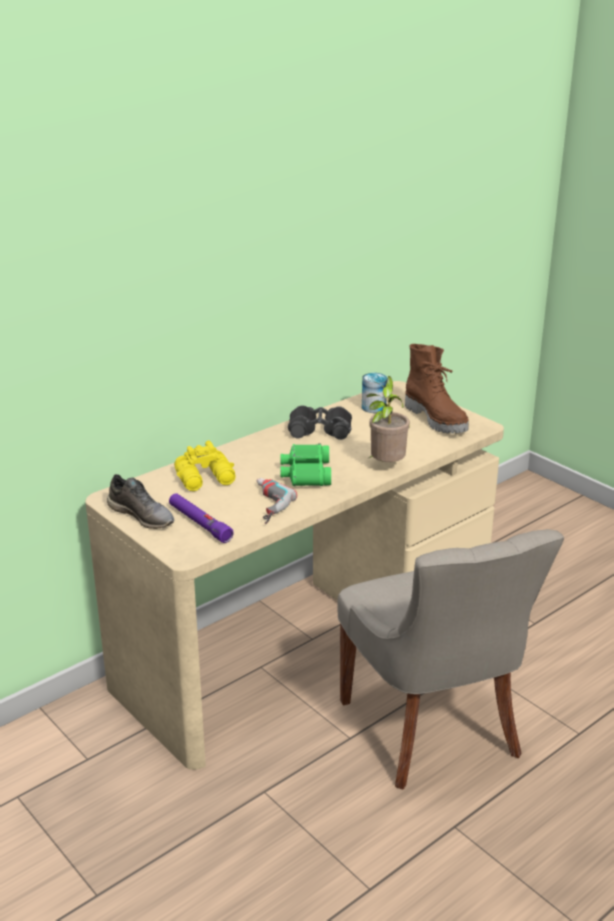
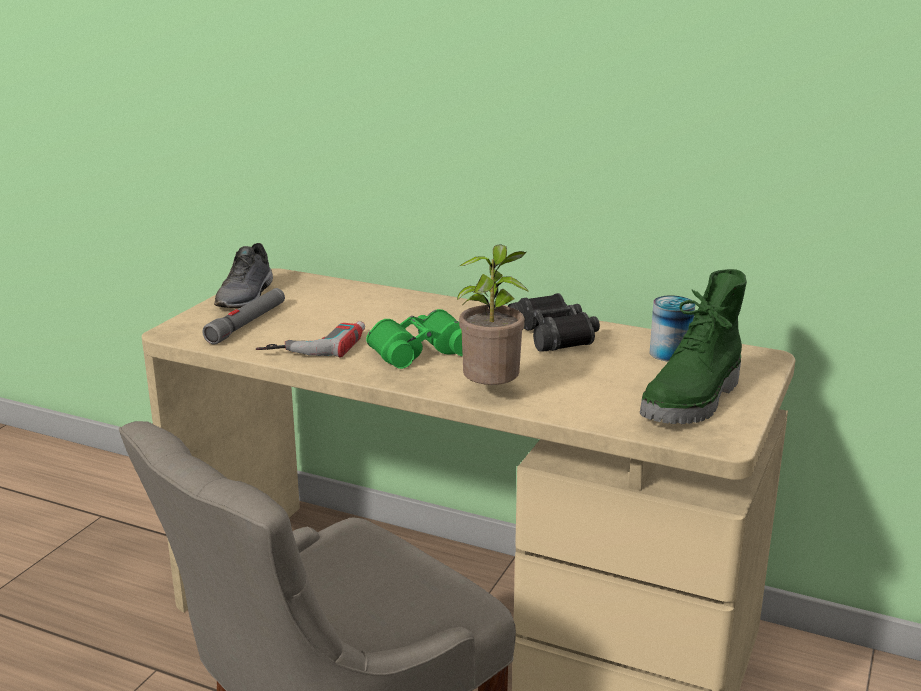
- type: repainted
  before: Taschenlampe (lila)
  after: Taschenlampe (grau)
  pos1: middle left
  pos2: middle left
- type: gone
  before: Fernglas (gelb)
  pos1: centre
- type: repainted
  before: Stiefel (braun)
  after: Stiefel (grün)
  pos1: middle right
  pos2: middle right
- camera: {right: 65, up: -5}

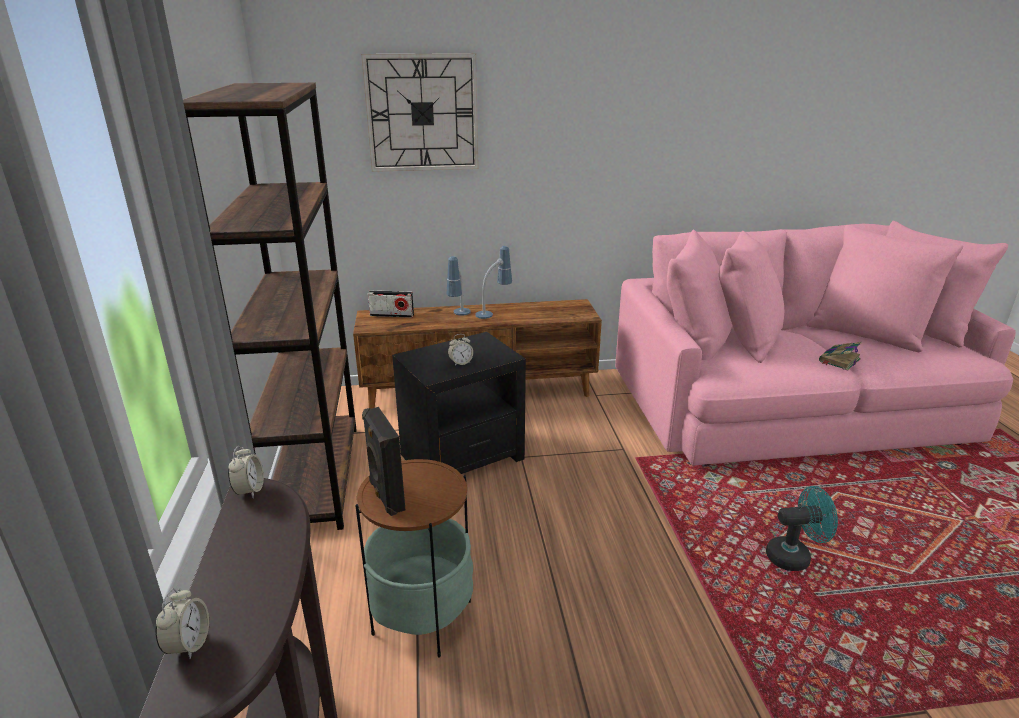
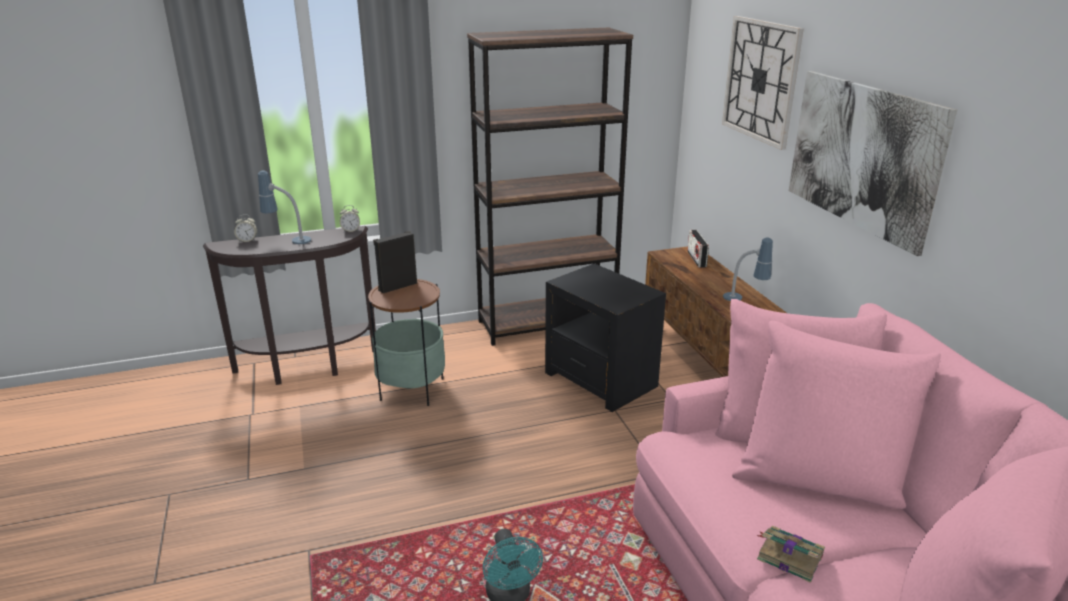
- type: shifted
  before: Tischlampe (no. 1 from left)
  pos1: centre
  pos2: middle left
- type: gone
  before: Wecker (no. 3 from left)
  pos1: centre
- type: new
  after: Bild
  pos2: top right
- camera: {right: 80, up: 0}

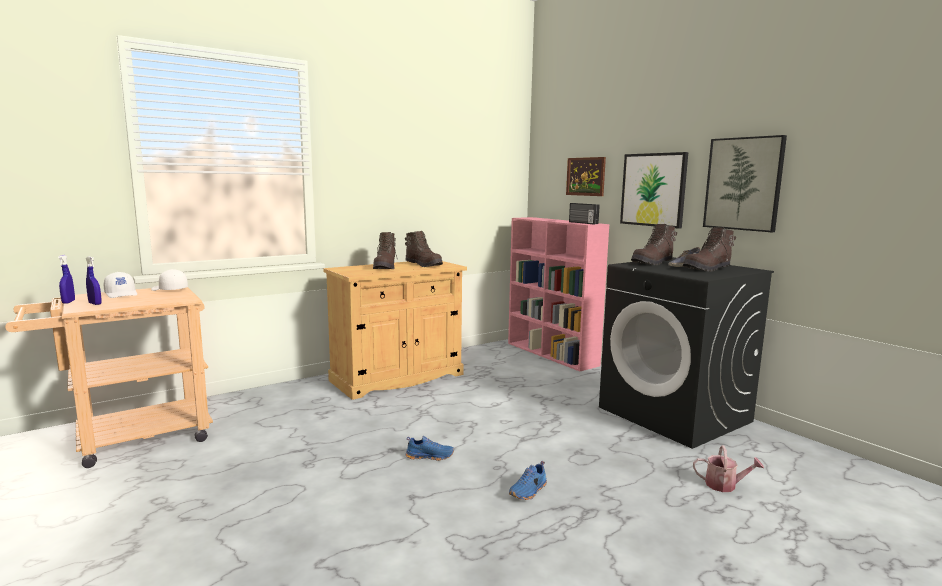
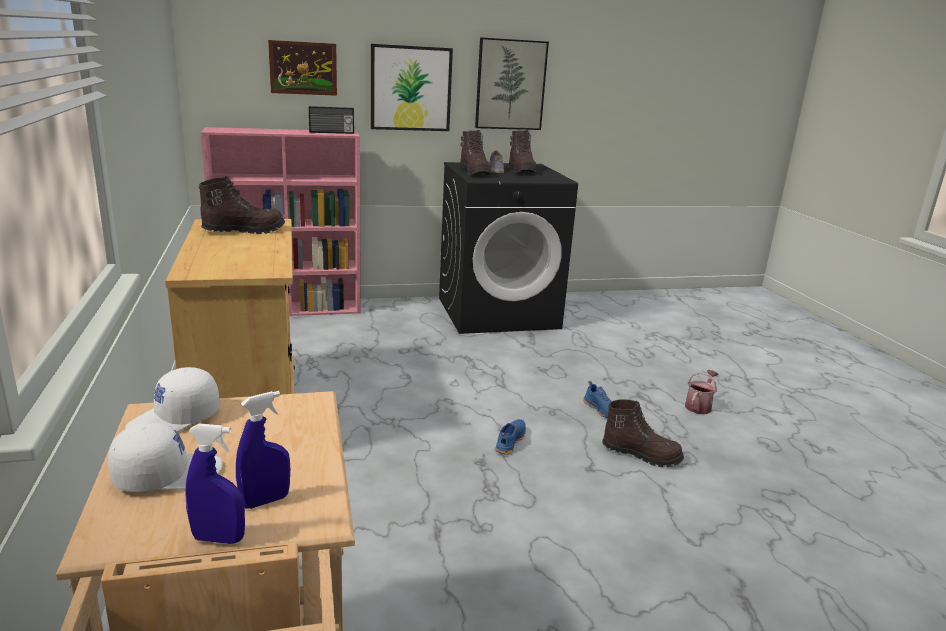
- type: shifted
  before: Stiefel (braun) (no. 1 from left in the first image)
  after: Stiefel (braun) (no. 4 from left)
  pos1: centre
  pos2: bottom right
- type: shifted
  before: Gießkanne
  pos1: bottom right
  pos2: middle right
- camera: {right: -70, up: 10}

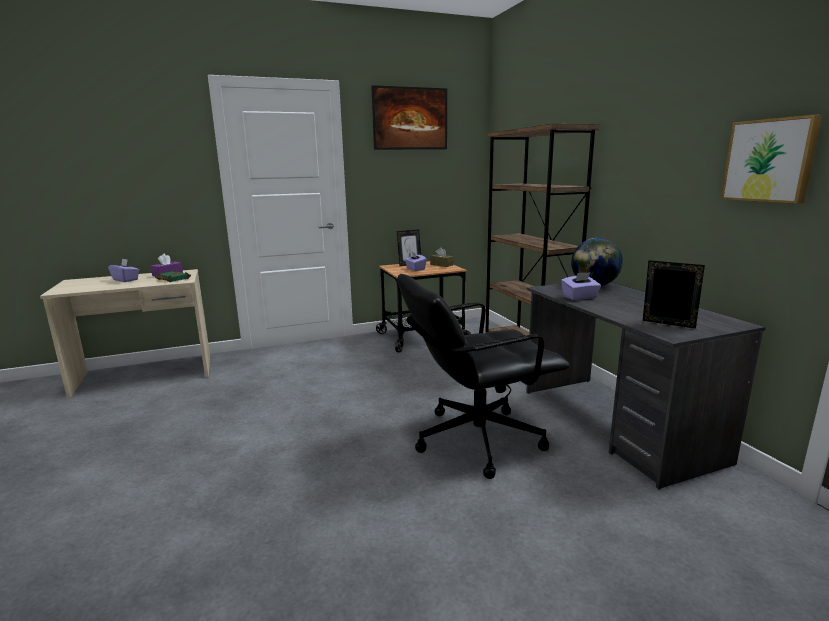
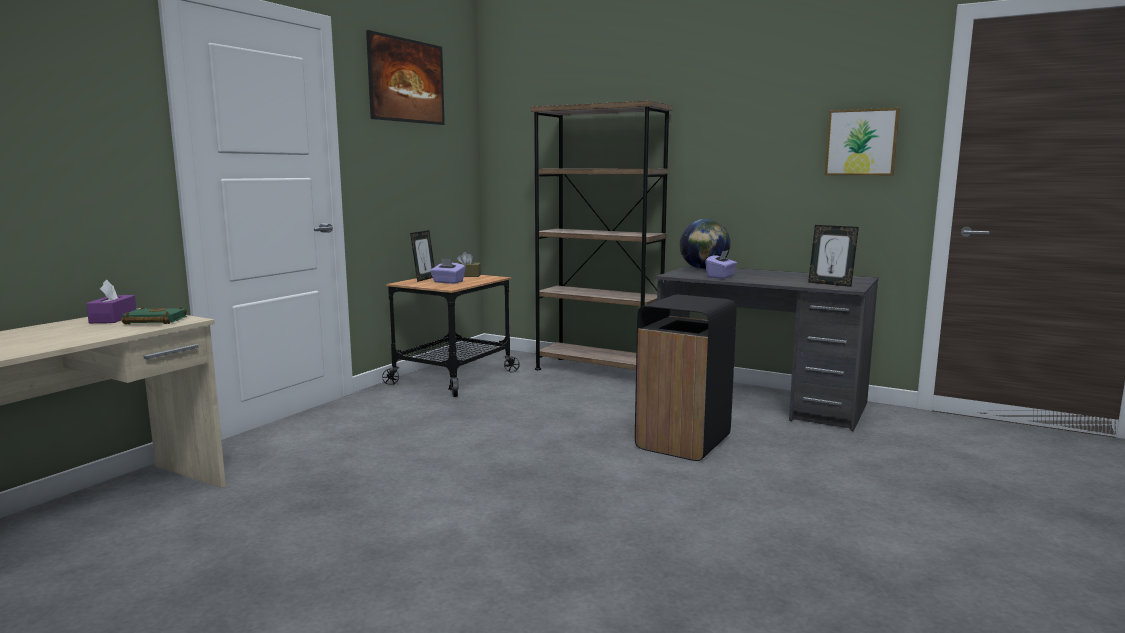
- type: gone
  before: Taschentuchbox (lila) (no. 1 from left)
  pos1: middle left
- type: swapped
  before: Bürostuhl (schwarz)
  after: Mülleimer (schwarz)
  pos1: centre
  pos2: centre
- type: rotated
  before: Bilderrahmen (no. 2 from left)
  pos1: middle right
  pos2: middle right
  turn: -135
- camera: {right: -40, up: -5}

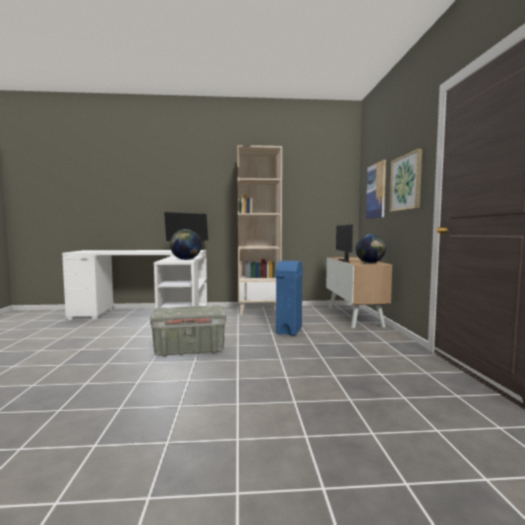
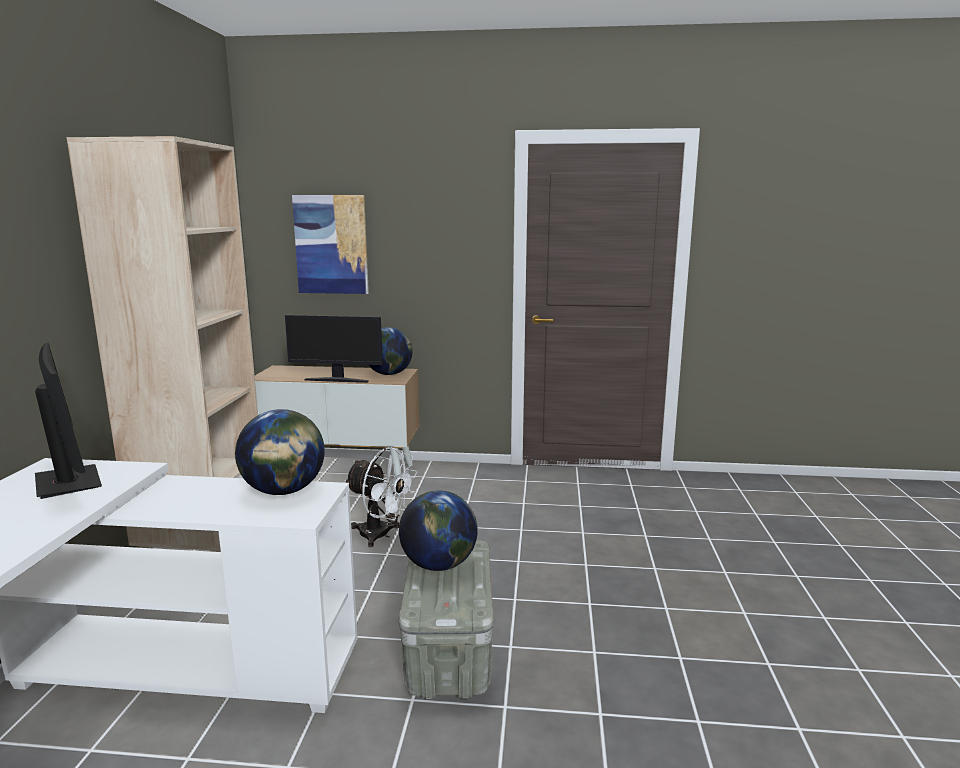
- type: swapped
  before: Mülleimer (blau)
  after: Ventilator (weiß)
  pos1: centre
  pos2: centre
- type: gone
  before: Bild (no. 2 from left)
  pos1: middle right
- type: new
  after: Globus (no. 3 from left)
  pos2: bottom centre
- camera: {right: -80, up: 10}

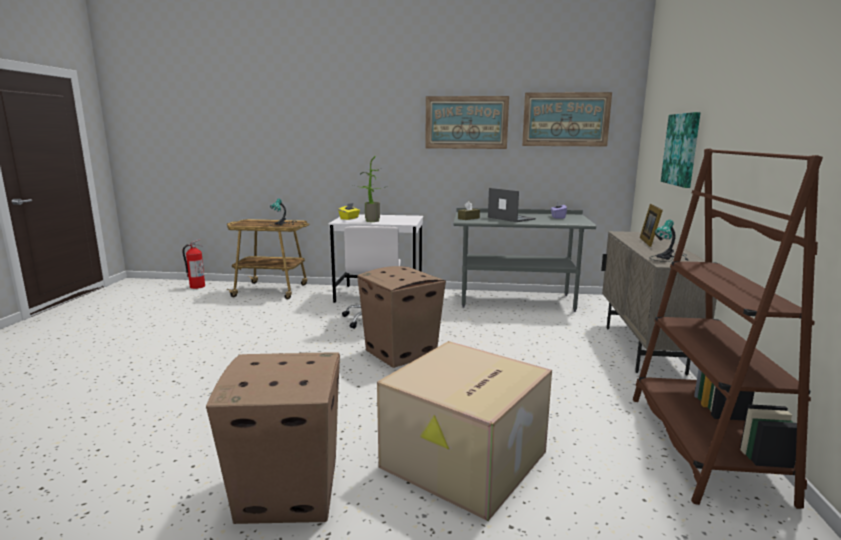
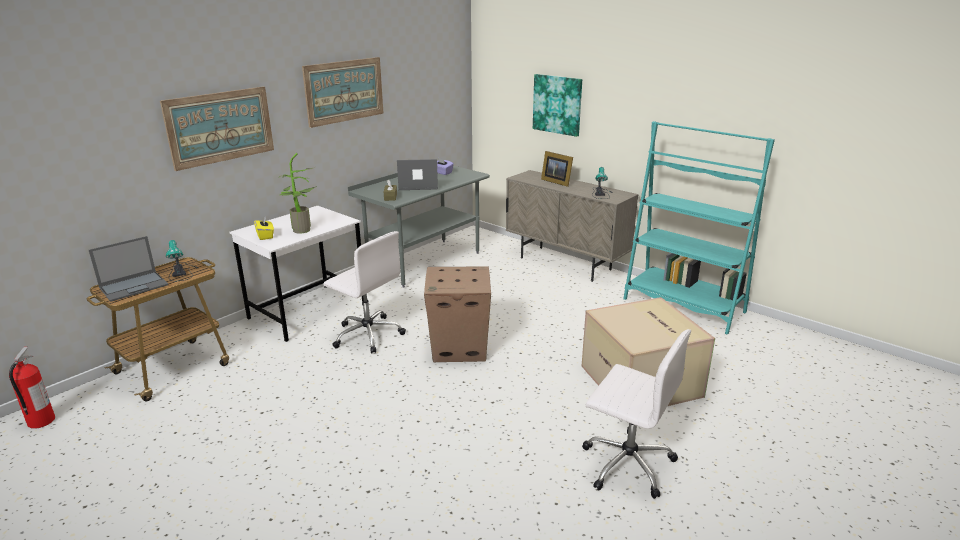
- type: swapped
  before: Karton (no. 1 from left)
  after: Bürostuhl (weiß) (no. 2 from left)
  pos1: bottom left
  pos2: bottom centre
- type: shifted
  before: Bild (no. 2 from left in the first image)
  after: Bild (no. 1 from left)
  pos1: top right
  pos2: top left
- type: repainted
  before: Bücherregal (braun)
  after: Bücherregal (türkis)
  pos1: middle right
  pos2: middle right
- type: new
  after: Laptop (no. 1 from left)
  pos2: middle left
- camera: {right: -55, up: 10}

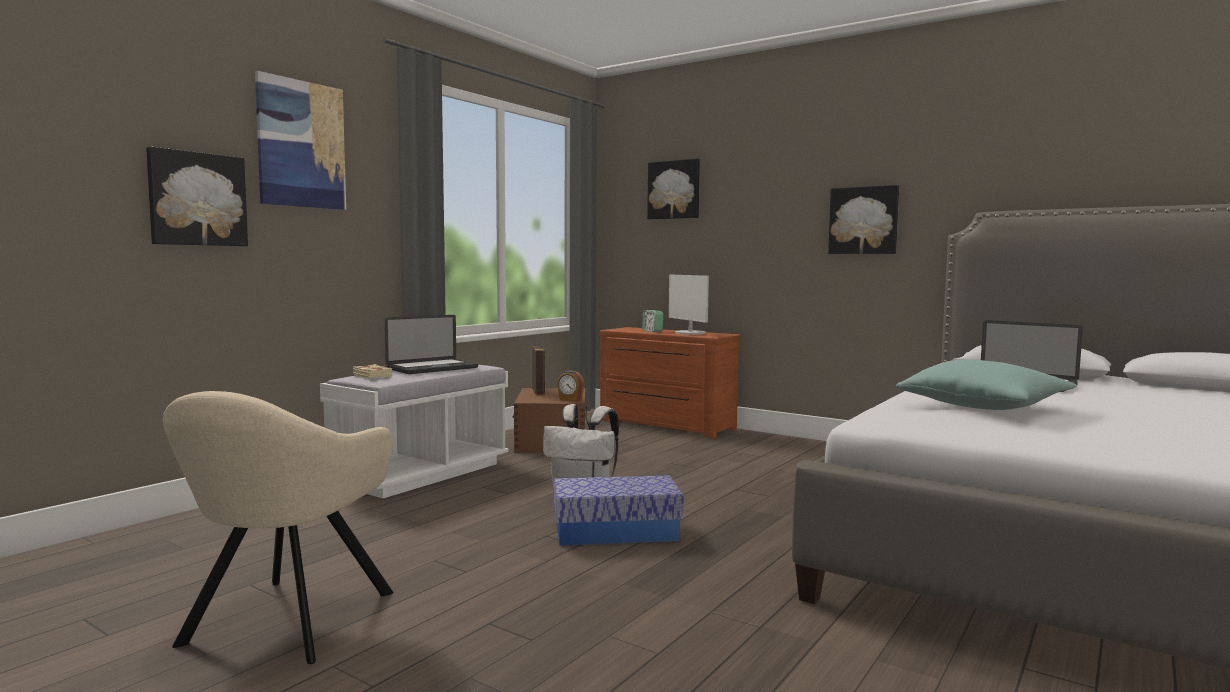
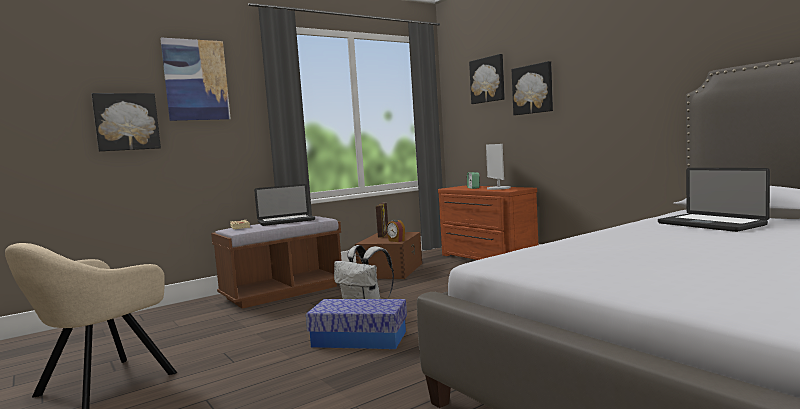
- type: repainted
  before: Bank (weiß)
  after: Bank (braun)
  pos1: centre
  pos2: centre
- type: shifted
  before: Bild (no. 4 from left)
  pos1: top right
  pos2: top centre
- type: gone
  before: Kissen (türkis)
  pos1: middle right
- camera: {right: 20, up: 0}

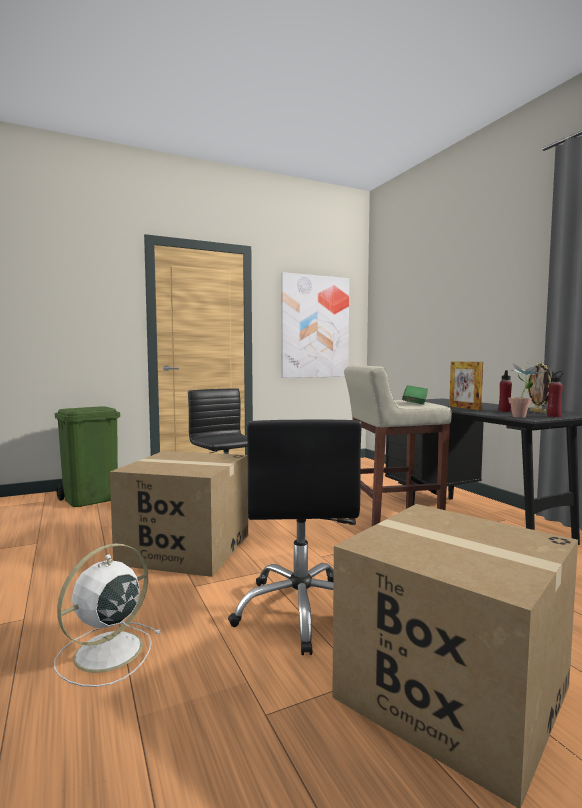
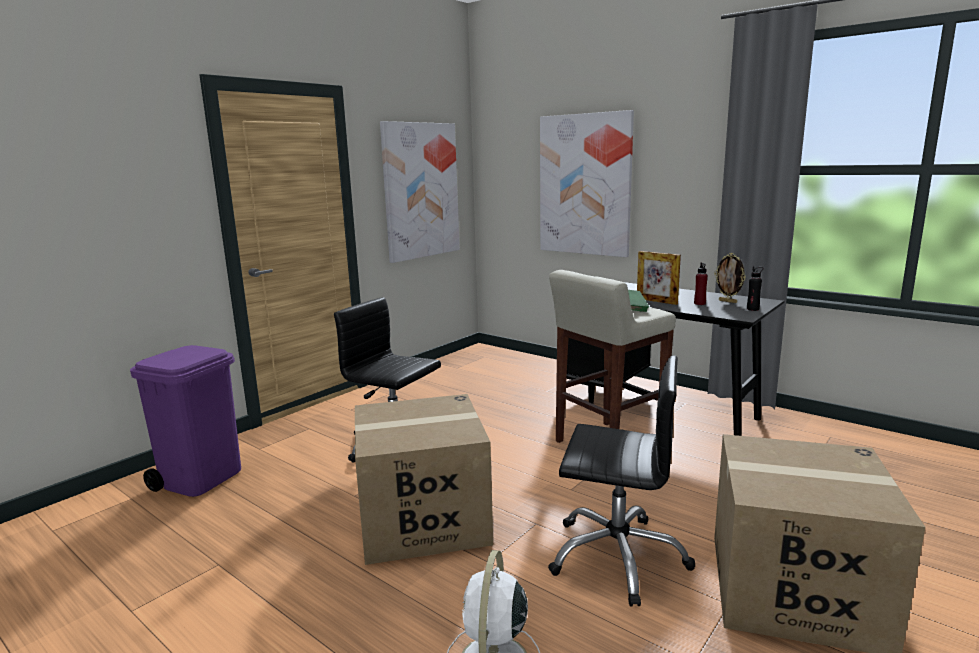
- type: repainted
  before: Mülleimer (grün)
  after: Mülleimer (lila)
  pos1: middle left
  pos2: middle left
- type: rotated
  before: Bürostuhl (schwarz) (no. 2 from left)
  pos1: centre
  pos2: bottom centre
  turn: -45
- type: gone
  before: Topfpflanze
  pos1: middle right
- type: repainted
  before: Flasche (rot) (no. 2 from left)
  after: Flasche (schwarz)
  pos1: middle right
  pos2: middle right
- type: new
  after: Bild (no. 2 from left)
  pos2: top centre
- camera: {right: -25, up: 10}

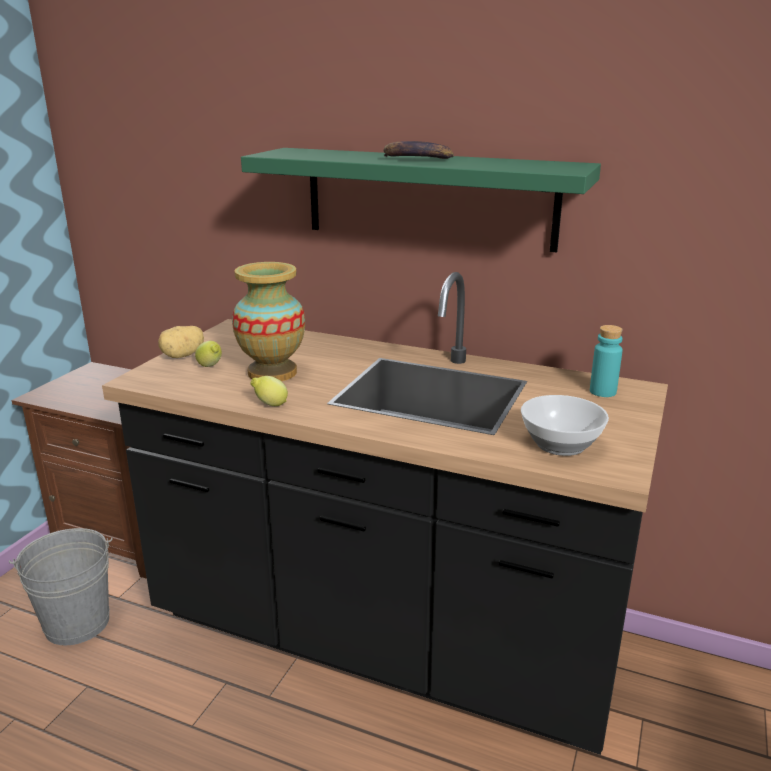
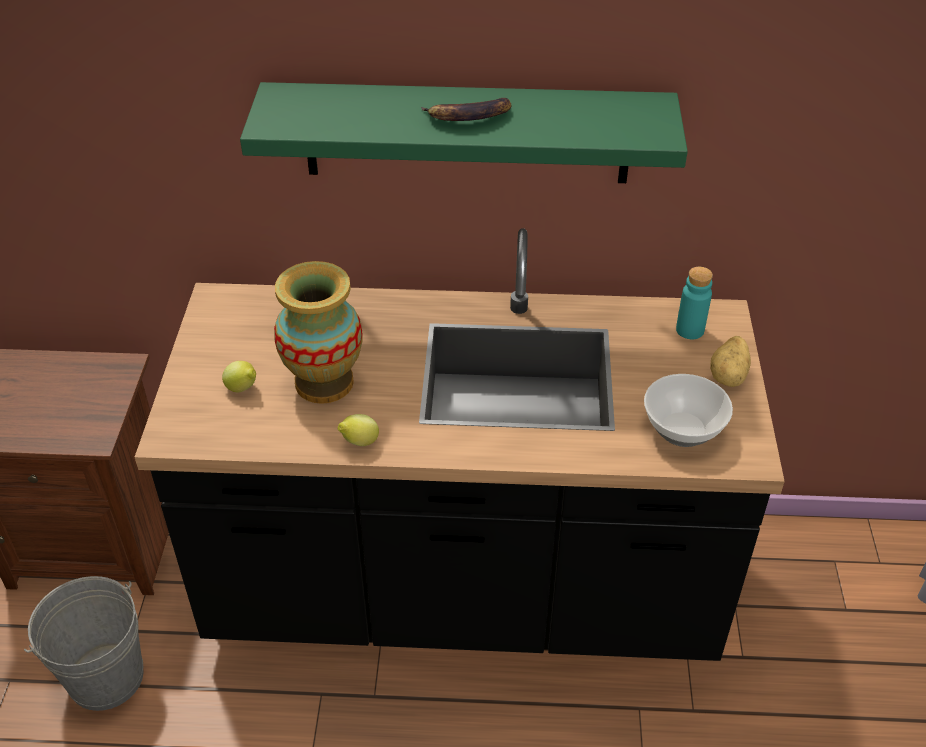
- type: shifted
  before: Kartoffel
  pos1: middle left
  pos2: middle right
- camera: {right: -20, up: 20}

